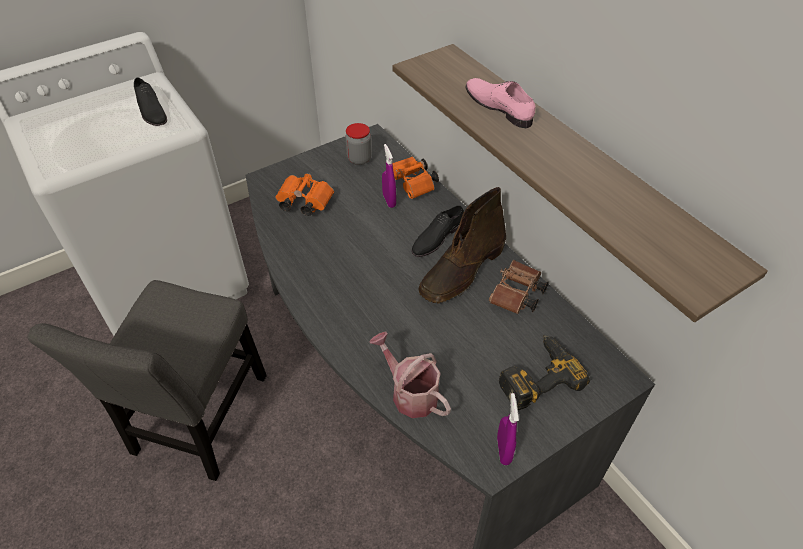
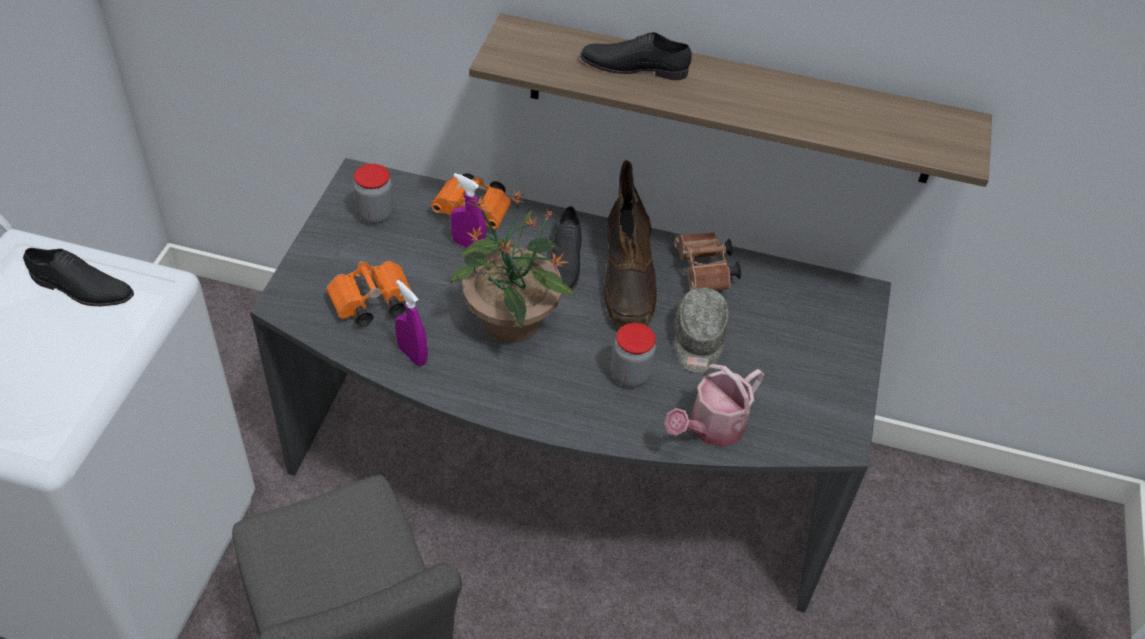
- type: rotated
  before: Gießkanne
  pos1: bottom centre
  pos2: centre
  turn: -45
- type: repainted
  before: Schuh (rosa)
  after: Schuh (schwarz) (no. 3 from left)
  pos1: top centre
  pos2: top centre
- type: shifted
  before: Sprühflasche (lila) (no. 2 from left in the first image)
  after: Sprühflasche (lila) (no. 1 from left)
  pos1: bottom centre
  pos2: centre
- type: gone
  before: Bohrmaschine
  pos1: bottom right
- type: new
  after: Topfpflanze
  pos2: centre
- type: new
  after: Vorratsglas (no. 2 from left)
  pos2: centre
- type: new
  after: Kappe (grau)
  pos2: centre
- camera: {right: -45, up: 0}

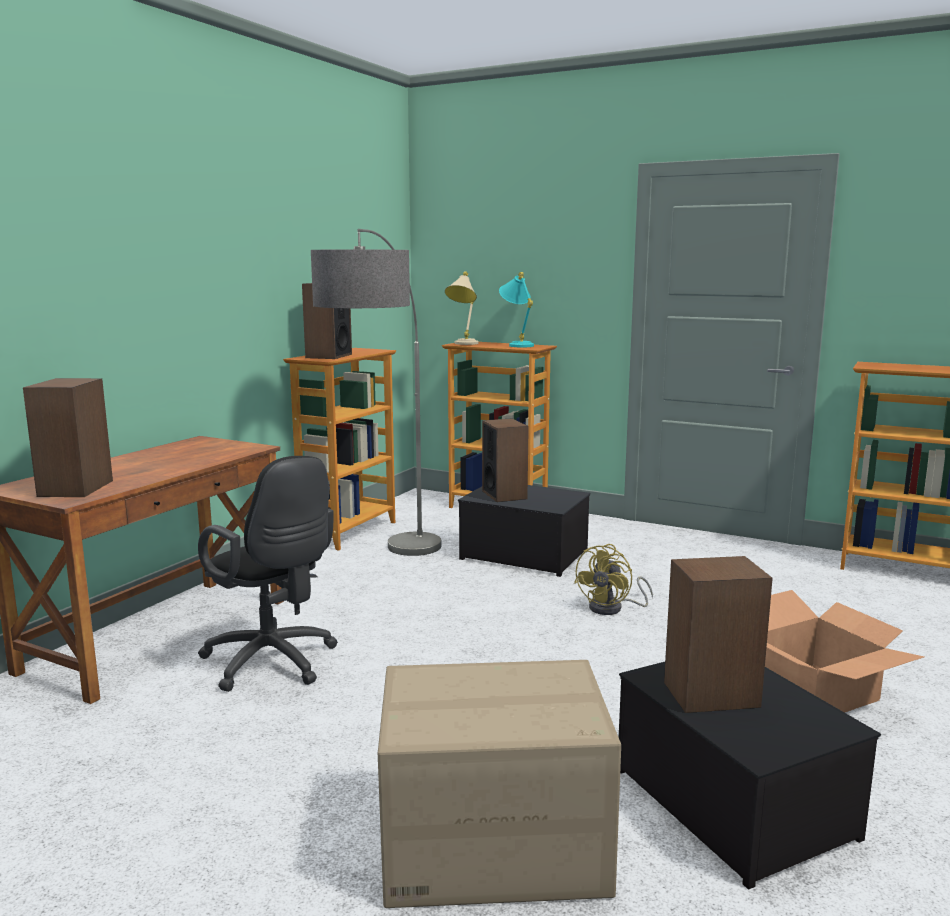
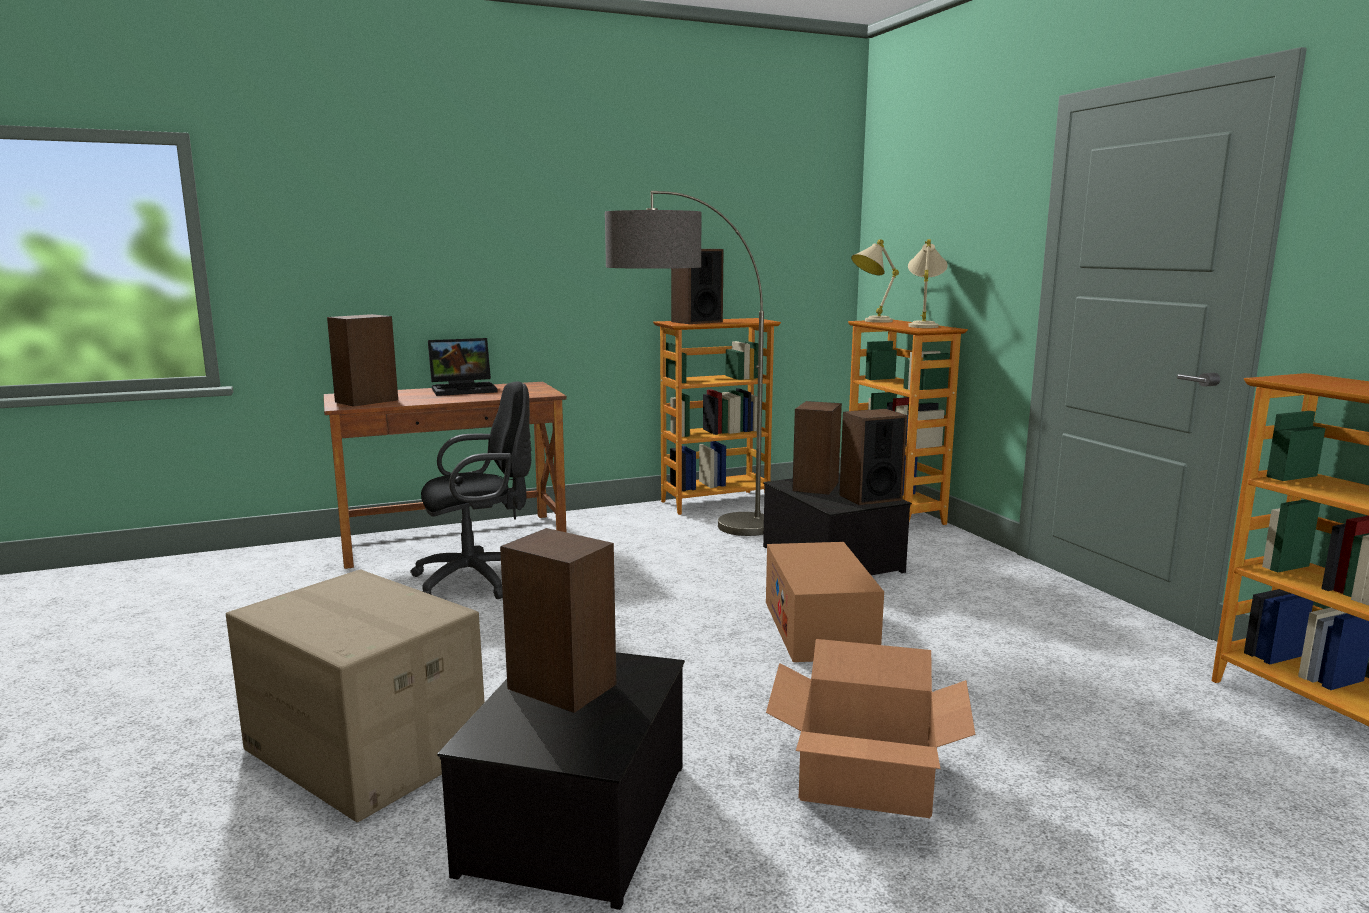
- type: rotated
  before: Bürostuhl (schwarz)
  pos1: middle left
  pos2: centre
  turn: -105
- type: repainted
  before: Tischlampe (türkis)
  after: Tischlampe (beige) (no. 2 from left)
  pos1: centre
  pos2: top right
- type: swapped
  before: Ventilator (gelb)
  after: Karton (no. 2 from left)
  pos1: centre
  pos2: centre
- type: new
  after: Laptop
  pos2: centre
- type: new
  after: Lautsprecher (no. 5 from left)
  pos2: centre
- camera: {right: 40, up: 0}

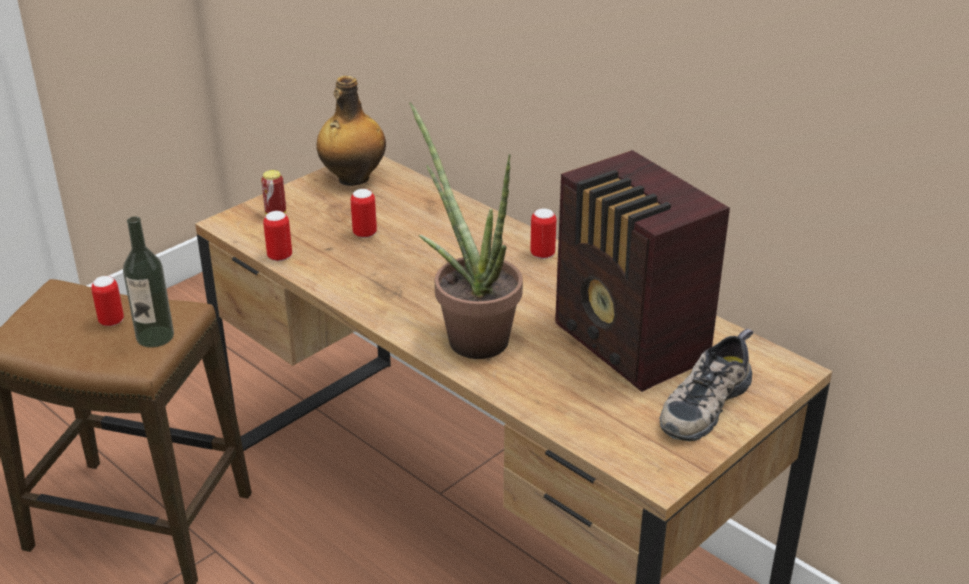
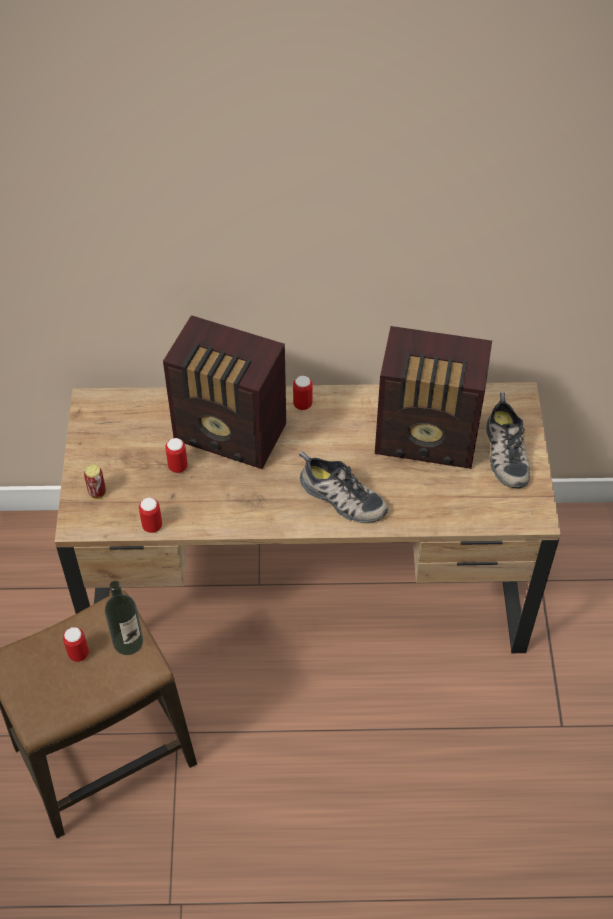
- type: gone
  before: Flasche (no. 2 from left)
  pos1: top centre
- type: swapped
  before: Topfpflanze
  after: Schuh (no. 1 from left)
  pos1: centre
  pos2: centre
- type: new
  after: Radio (no. 1 from left)
  pos2: centre
- camera: {right: -45, up: 20}

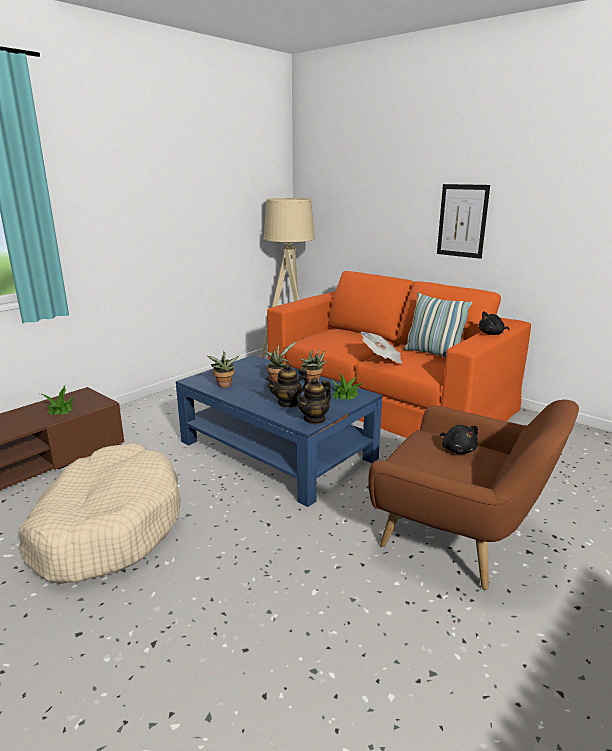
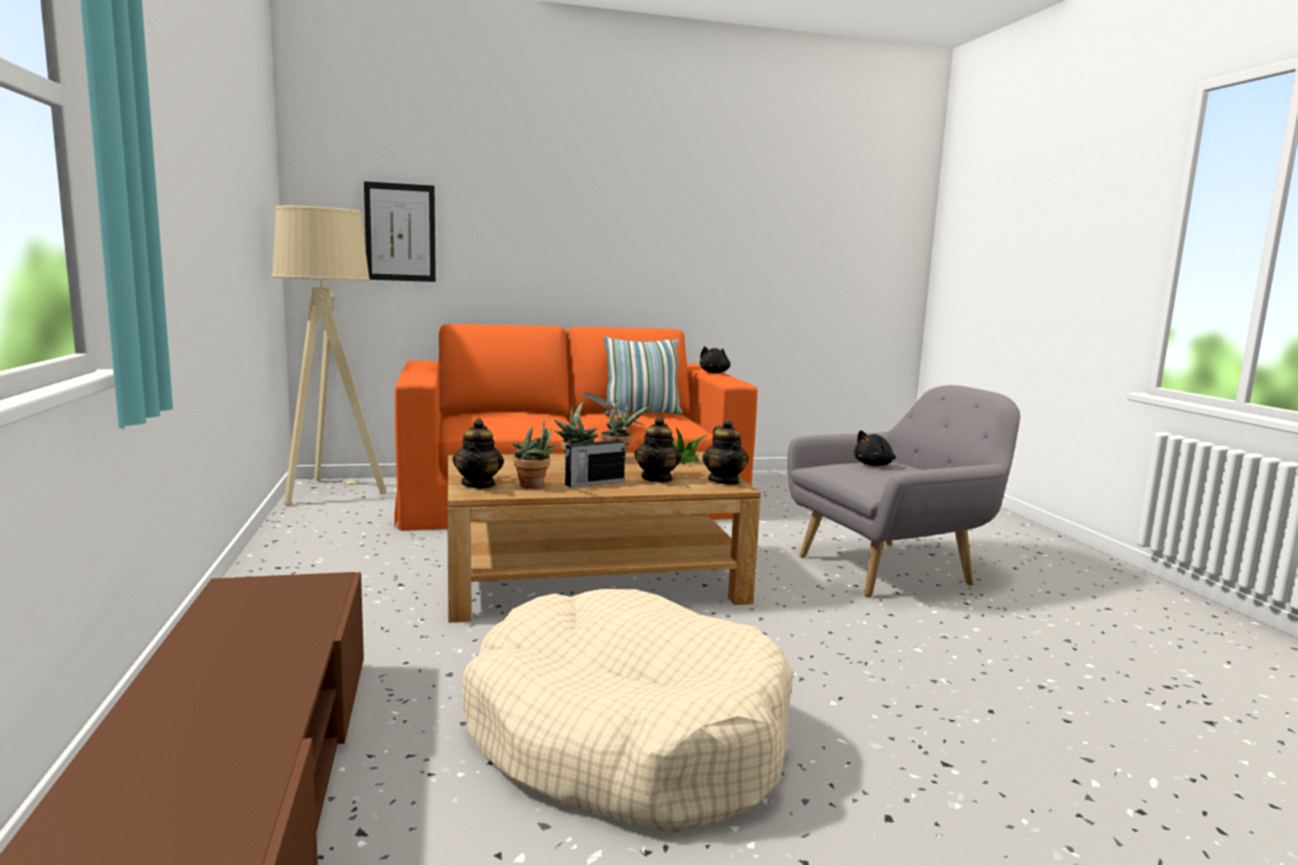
- type: gone
  before: Topfpflanze (no. 1 from left)
  pos1: middle left
- type: repainted
  before: Couchtisch (blau)
  after: Couchtisch (braun)
  pos1: centre
  pos2: centre
- type: repainted
  before: Sessel (braun)
  after: Sessel (grau)
  pos1: middle right
  pos2: middle right
- type: shifted
  before: Bild
  pos1: top right
  pos2: top left
- type: rotated
  before: Plüschtier (schwarz) (no. 1 from left in the first image)
  pos1: middle right
  pos2: middle right
  turn: 135
- type: new
  after: Teekanne (no. 1 from left)
  pos2: centre
- type: new
  after: Radio
  pos2: centre
- camera: {right: -55, up: -10}

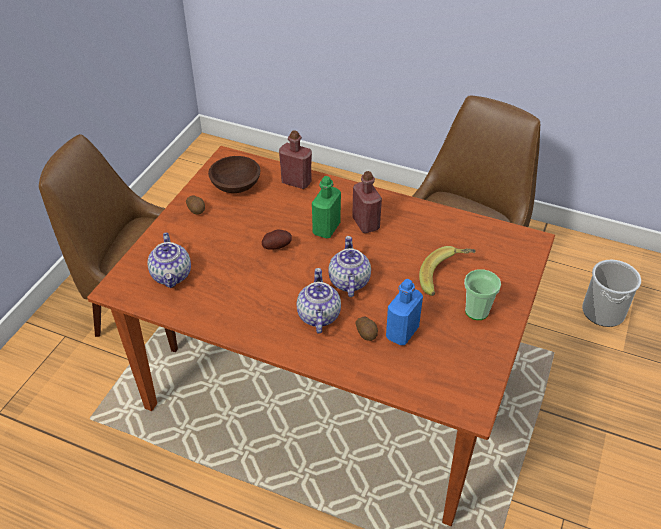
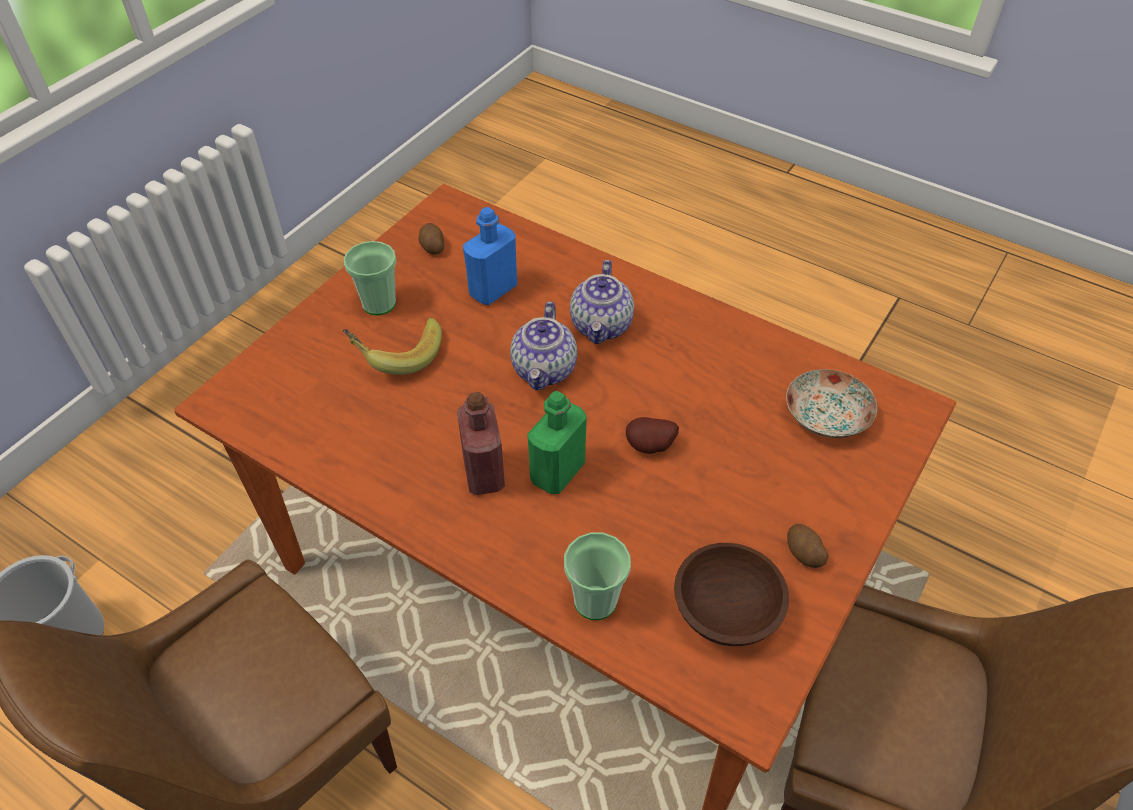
- type: swapped
  before: Teekanne (no. 1 from left)
  after: Teller
  pos1: middle left
  pos2: middle right
- type: swapped
  before: Flasche (rot) (no. 1 from left)
  after: Tasse (no. 2 from left)
  pos1: top centre
  pos2: bottom centre
- type: shifted
  before: Kartoffel (no. 3 from left in the first image)
  after: Kartoffel (no. 1 from left)
  pos1: centre
  pos2: top centre
- camera: {right: -170, up: 5}

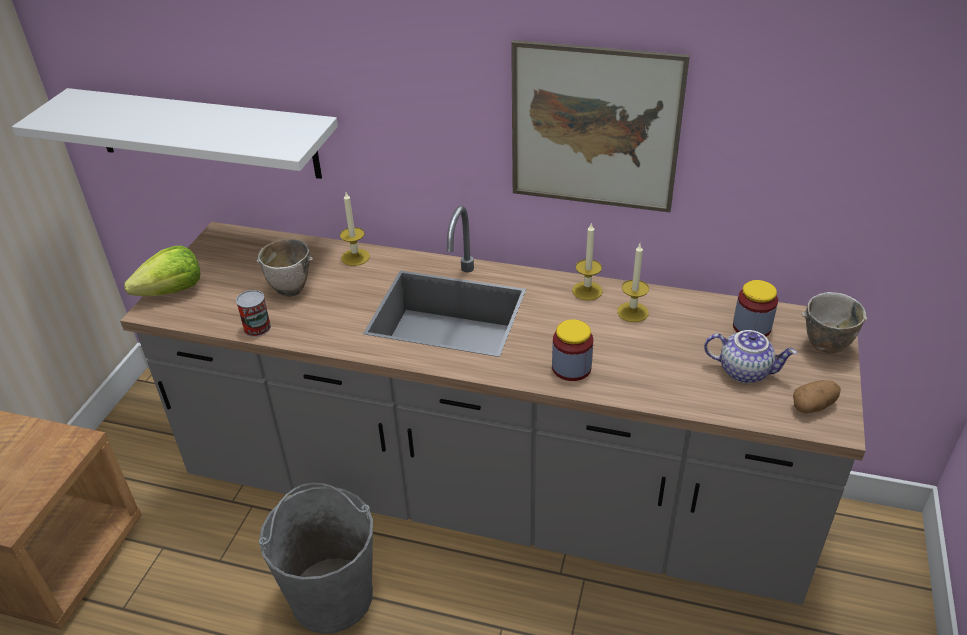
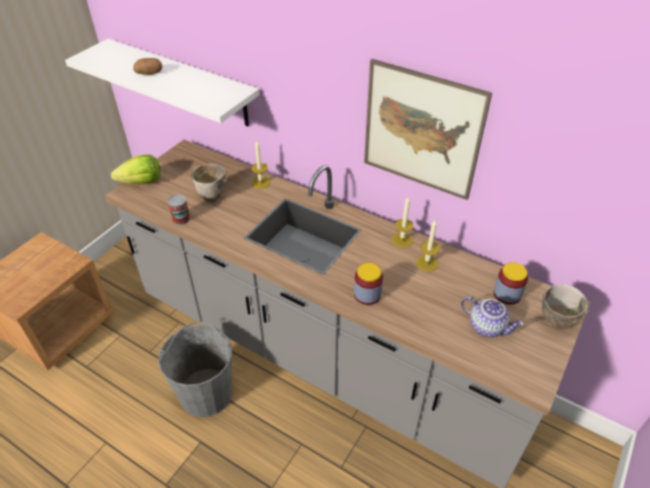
- type: shifted
  before: Kartoffel
  pos1: middle right
  pos2: top left
- camera: {right: 15, up: 5}

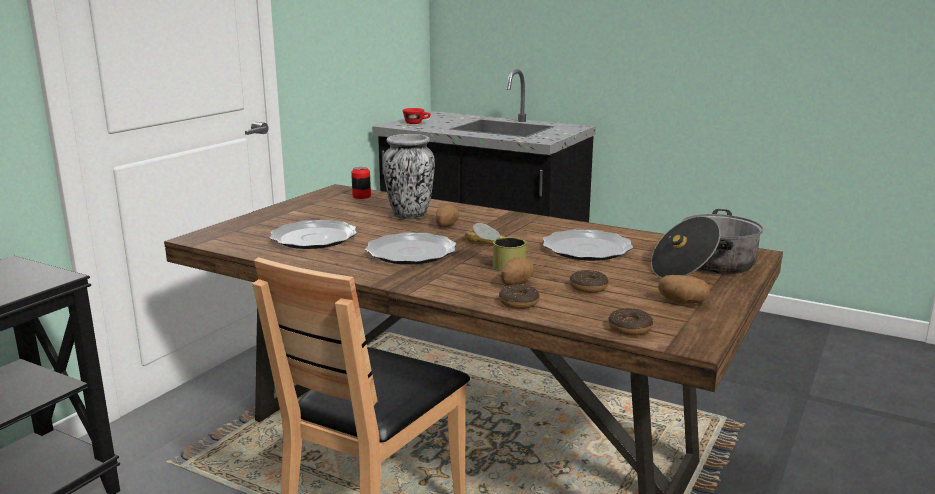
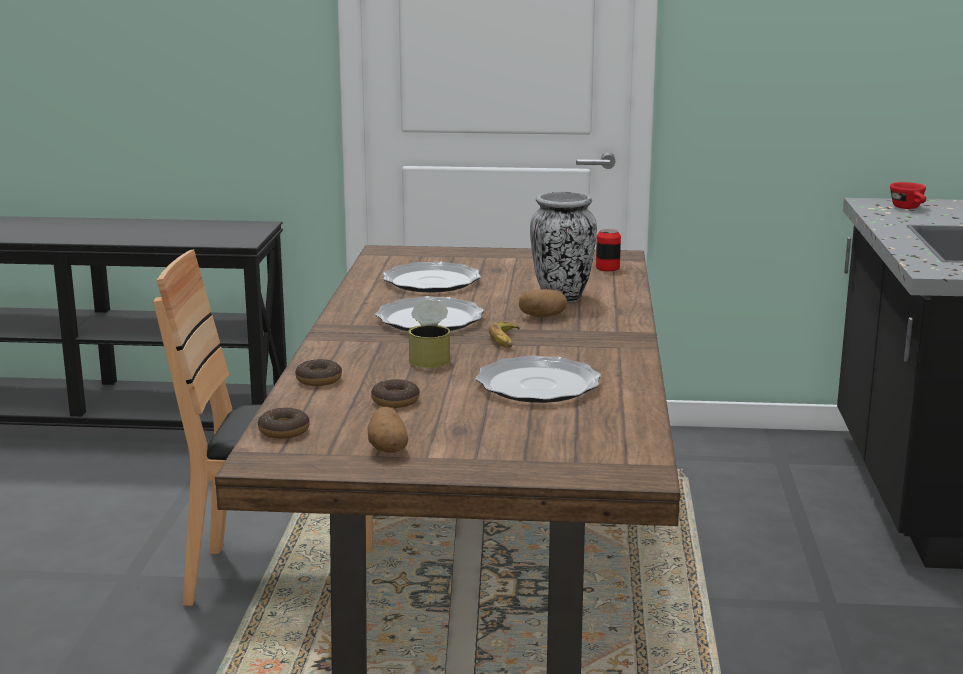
- type: gone
  before: Kartoffel (no. 2 from left)
  pos1: centre
- type: gone
  before: Kochtopf
  pos1: middle right
- camera: {right: 65, up: 0}

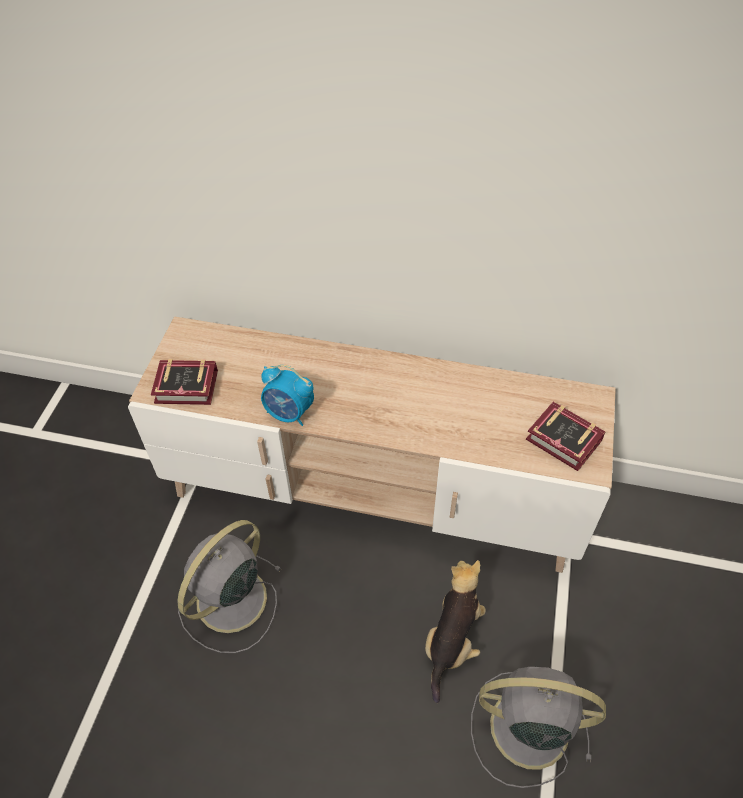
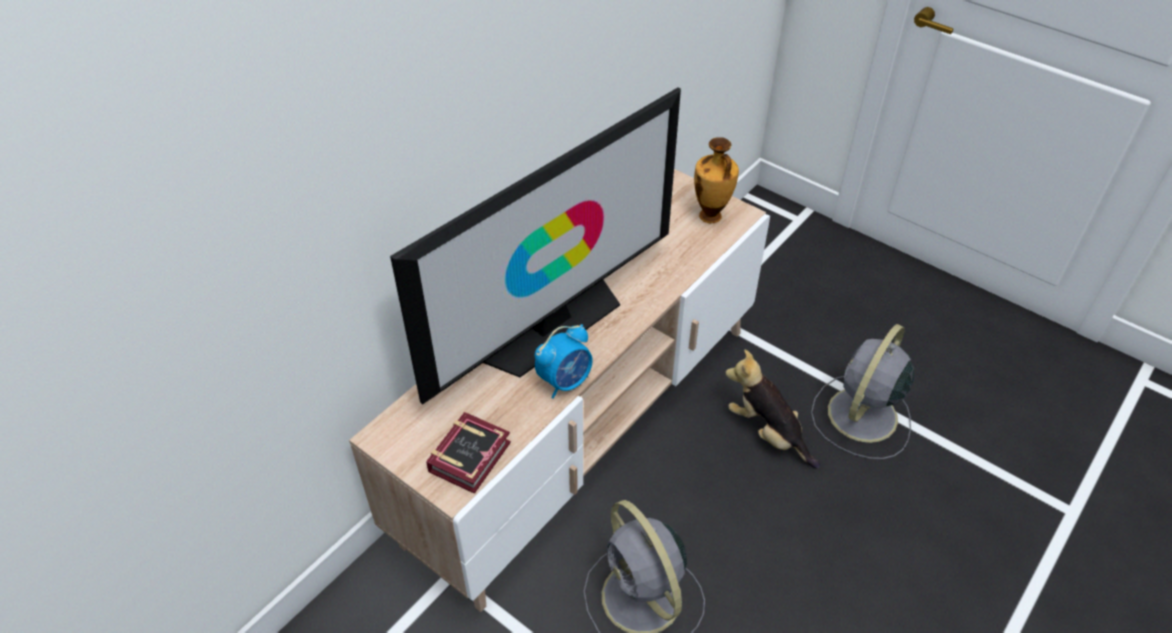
- type: swapped
  before: Buch (no. 2 from left)
  after: Vase
  pos1: middle right
  pos2: top centre
- type: new
  after: Fernseher
  pos2: centre
- camera: {right: -65, up: -5}

